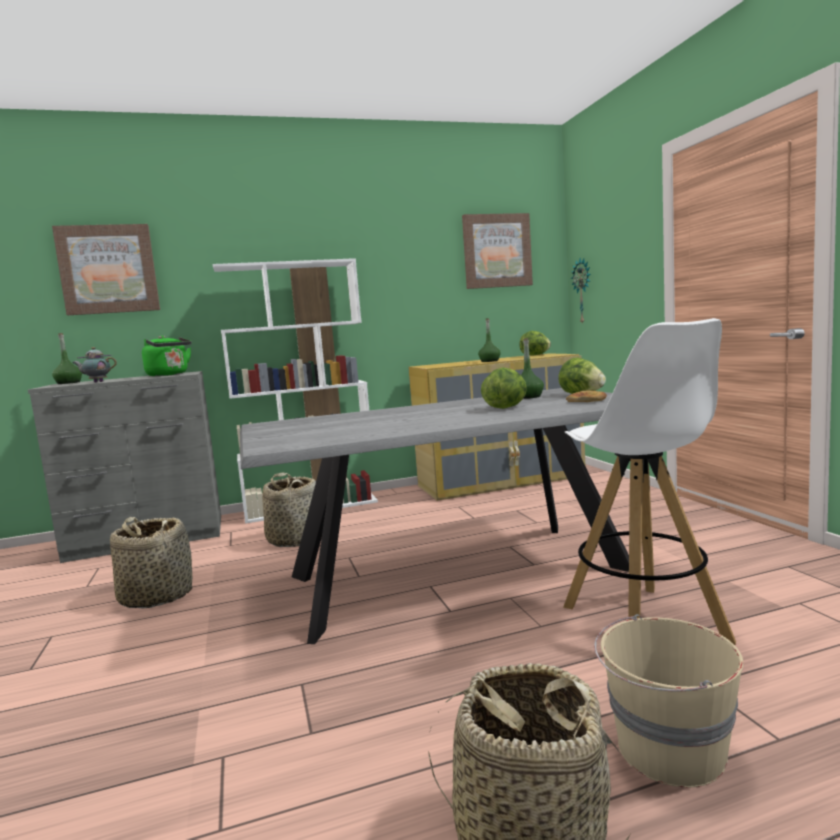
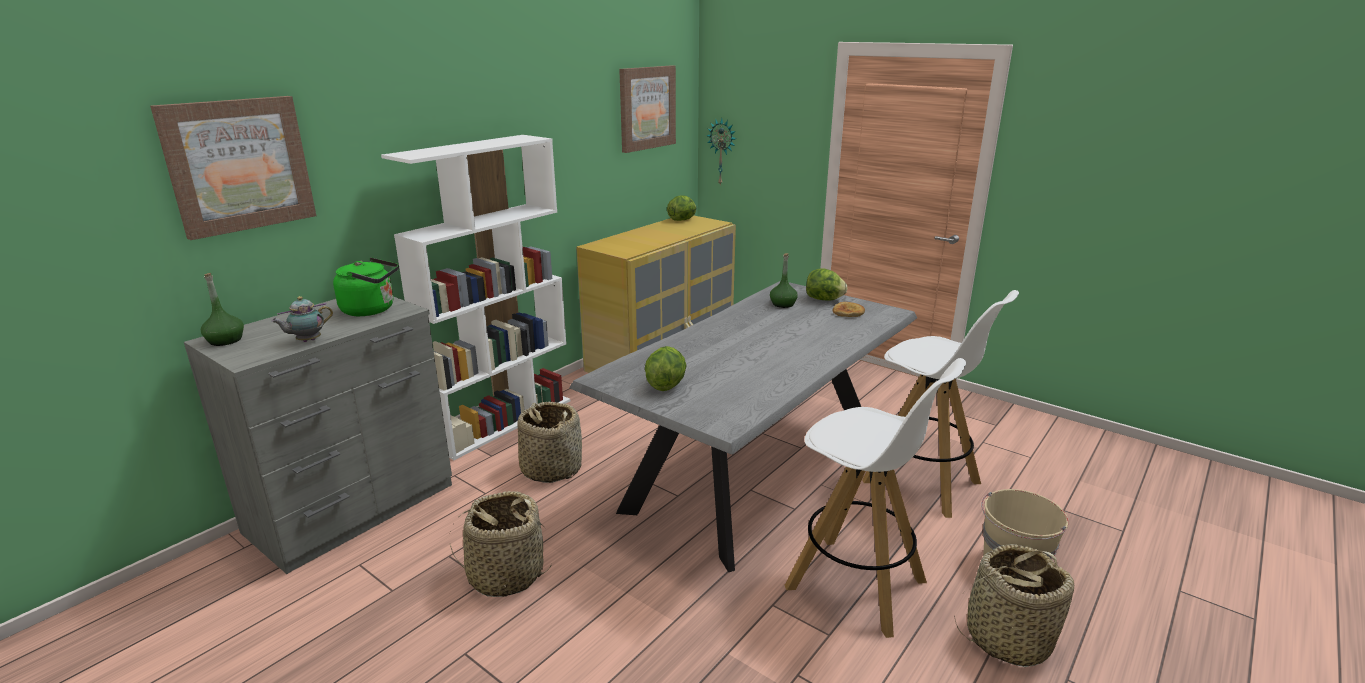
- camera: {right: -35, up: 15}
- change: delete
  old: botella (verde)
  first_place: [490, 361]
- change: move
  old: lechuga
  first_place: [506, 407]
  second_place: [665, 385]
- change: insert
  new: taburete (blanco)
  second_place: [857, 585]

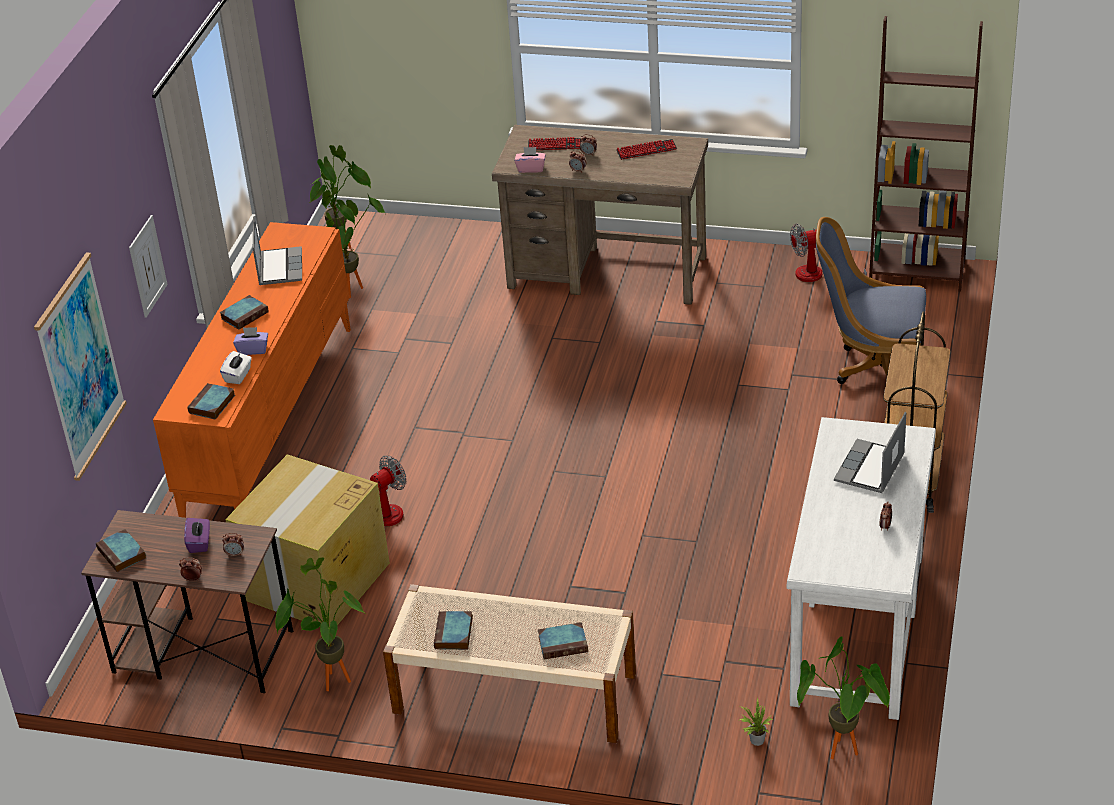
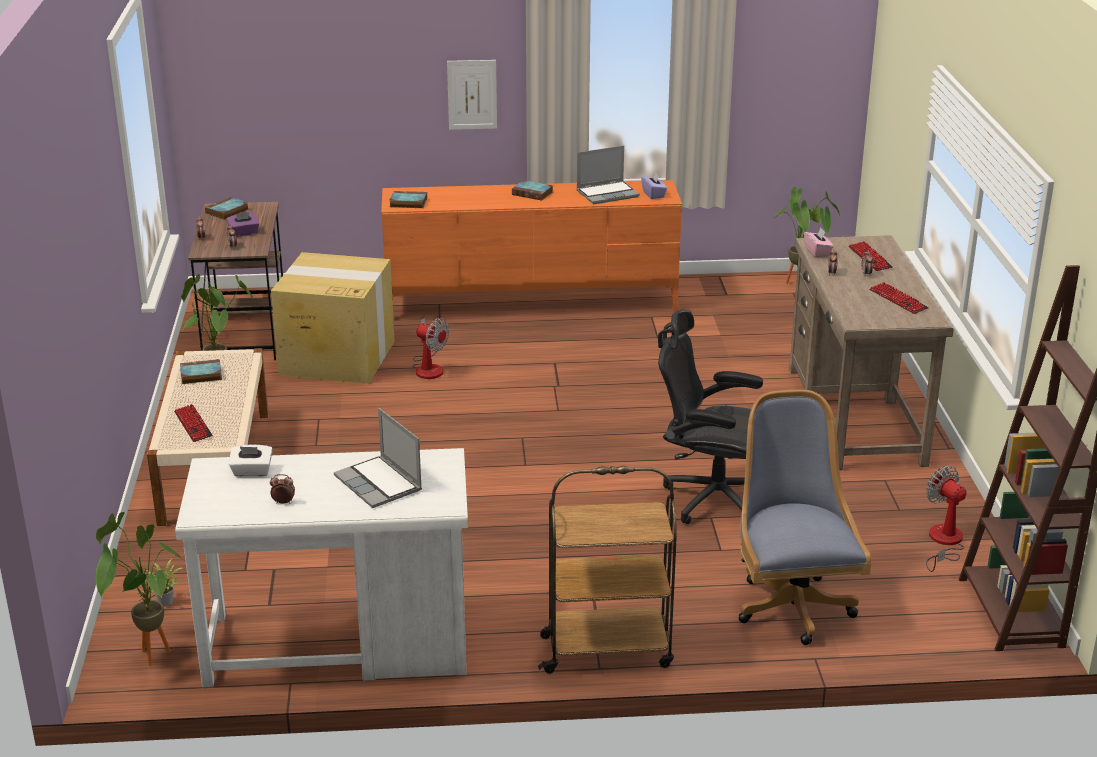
- camera: {right: 70, up: -10}
- change: delete
  old: planta en maceta
  first_place: [354, 288]
- change: delete
  old: cuadro
  first_place: [80, 366]
- change: move
  old: caja de pañuelos (morado)
  first_place: [253, 349]
  second_place: [653, 194]
- change: move
  old: caja de pañuelos (blanco)
  first_place: [238, 376]
  second_place: [252, 472]
- change: rotate
  old: portátil
  first_place: [870, 469]
  second_place: [380, 484]
  degrees: -135
- change: replace
  old: libro
  new: teclado
  first_place: [564, 643]
  second_place: [193, 424]
- change: insert
  new: silla de oficina
  second_place: [711, 498]

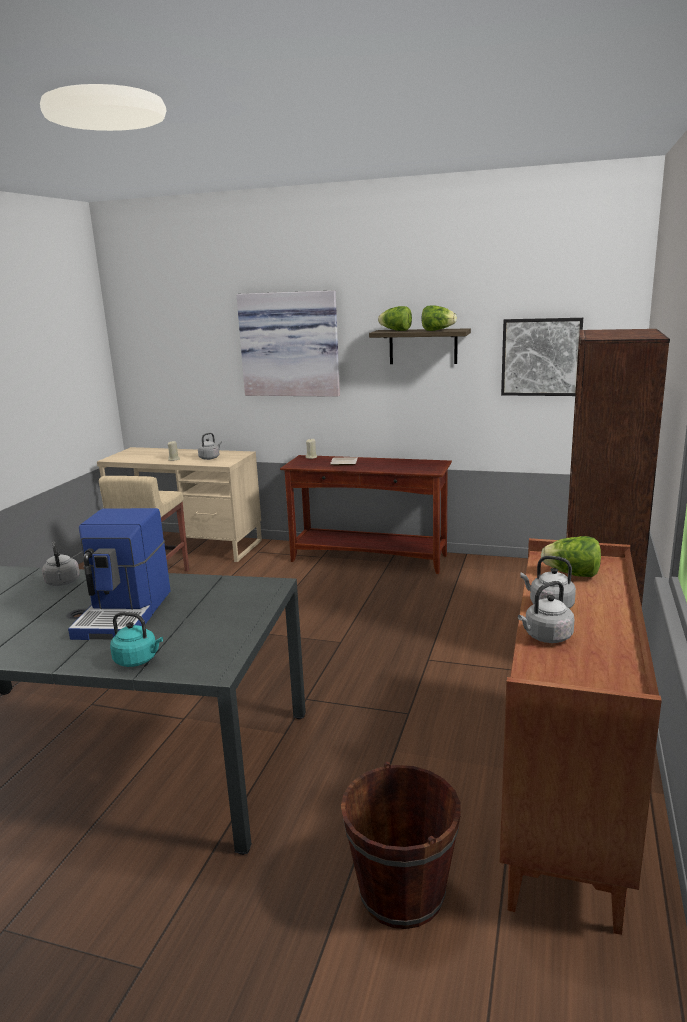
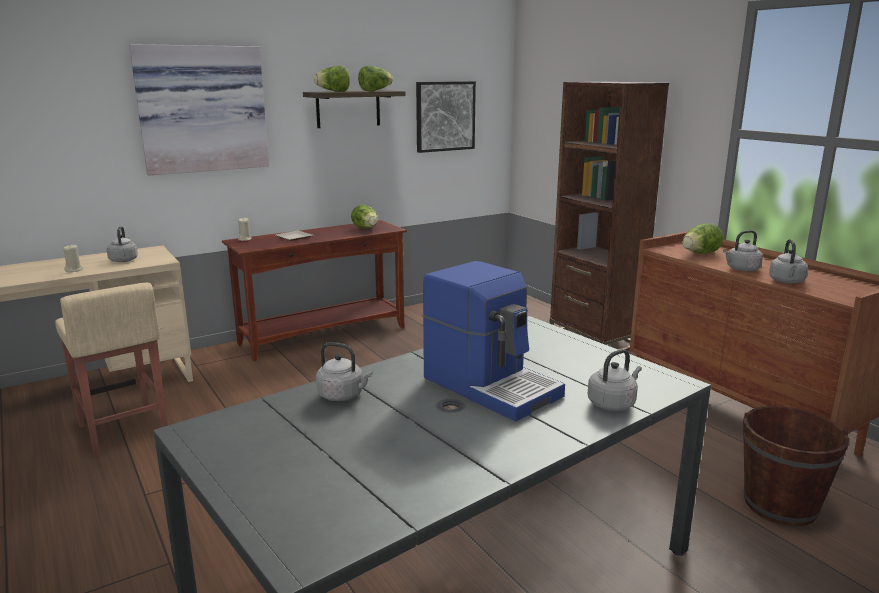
- camera: {right: -50, up: 0}
- change: recolor
  old: hervidor (turquesa)
  new: hervidor (gris)
  first_place: [138, 660]
  second_place: [613, 403]
- change: insert
  new: lechuga
  second_place: [366, 228]

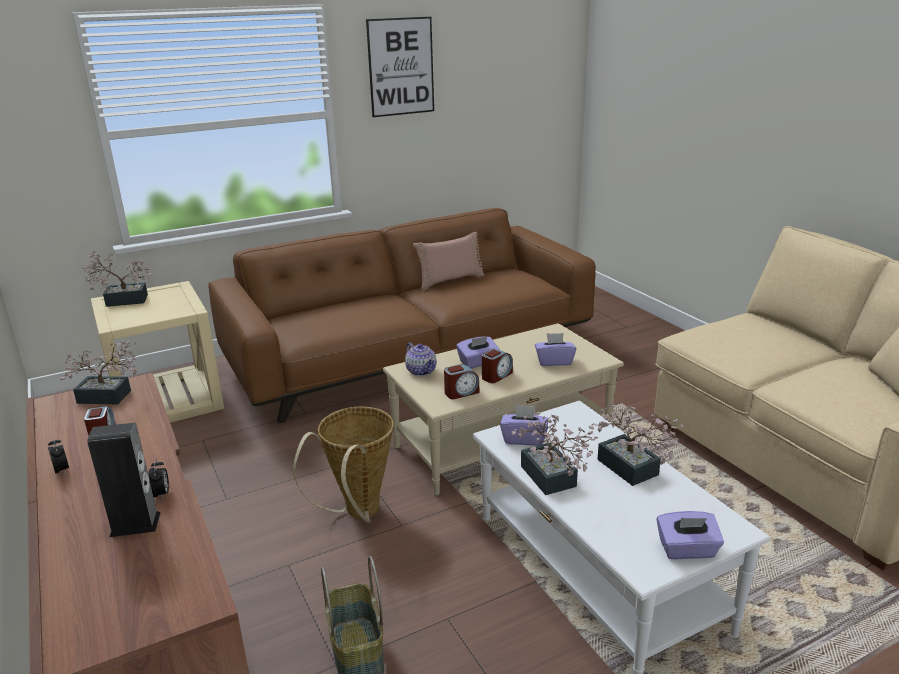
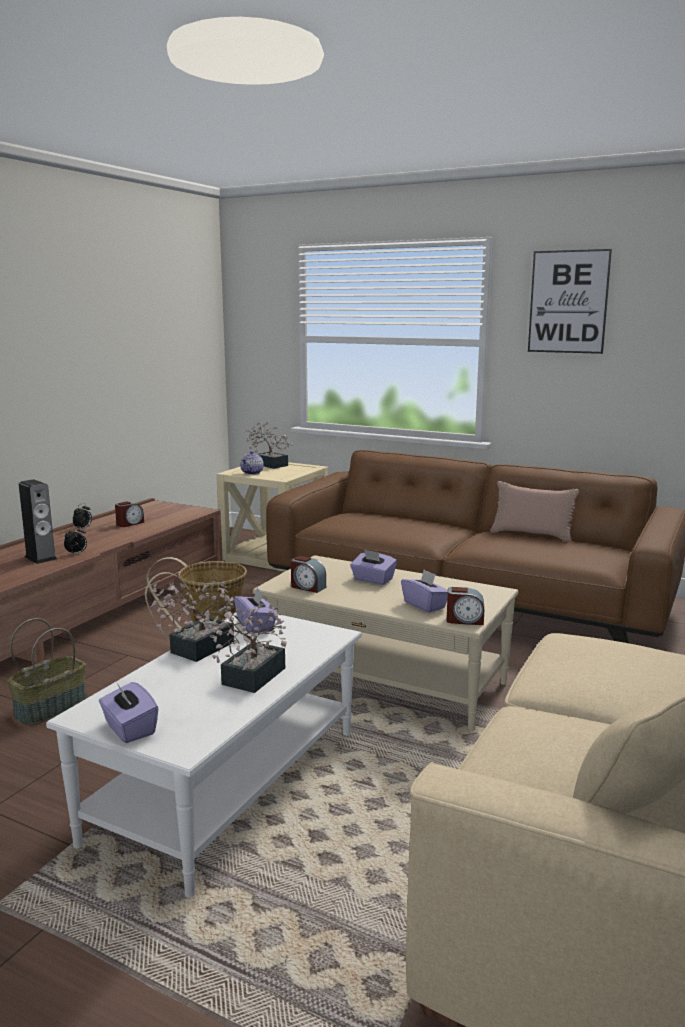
- camera: {right: 55, up: -10}
- change: delete
  old: planta en maceta
  first_place: [109, 397]
- change: move
  old: tetera
  first_place: [421, 371]
  second_place: [252, 473]
- change: move
  old: despertador
  first_place: [496, 376]
  second_place: [465, 620]

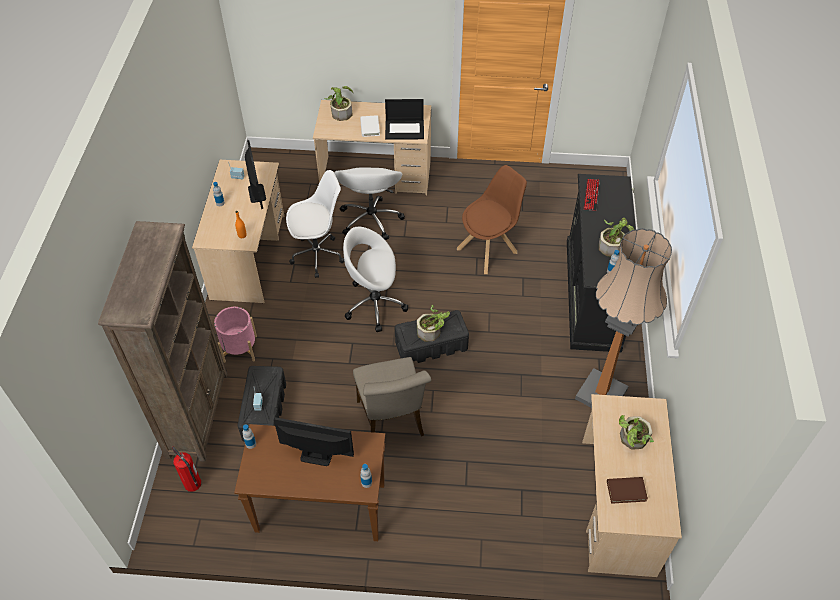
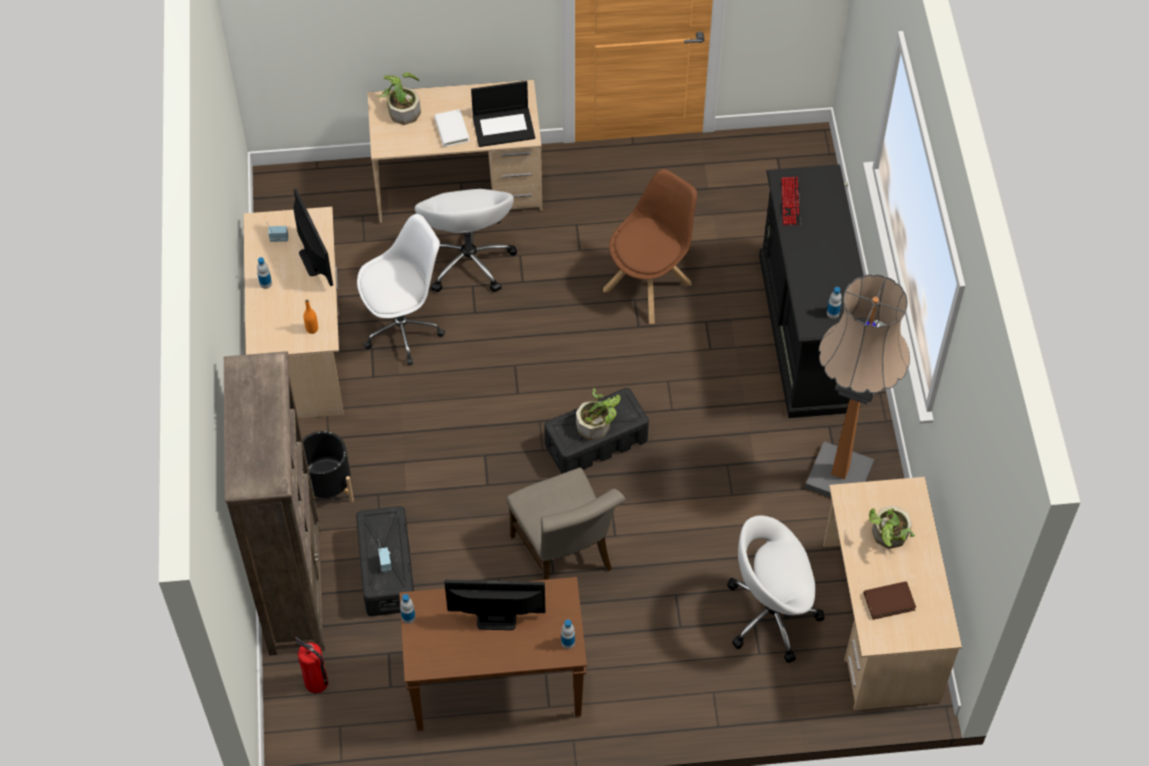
- camera: {right: -10, up: 5}
- change: delete
  old: planta en maceta
  first_place: [612, 245]
- change: move
  old: silla de oficina (blanco)
  first_place: [374, 304]
  second_place: [769, 615]
- change: recolor
  old: maceta (rosa)
  new: maceta (negro)
  first_place: [240, 348]
  second_place: [327, 487]

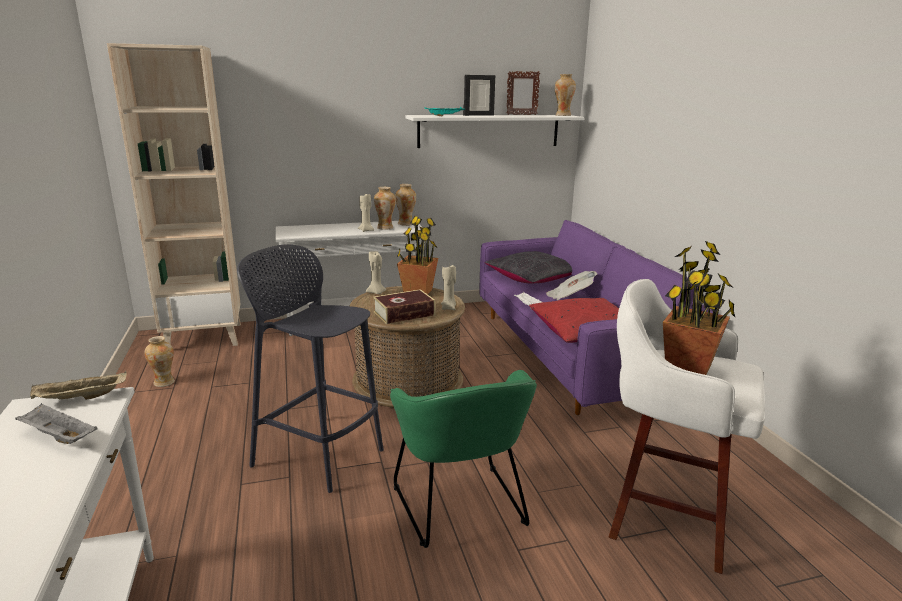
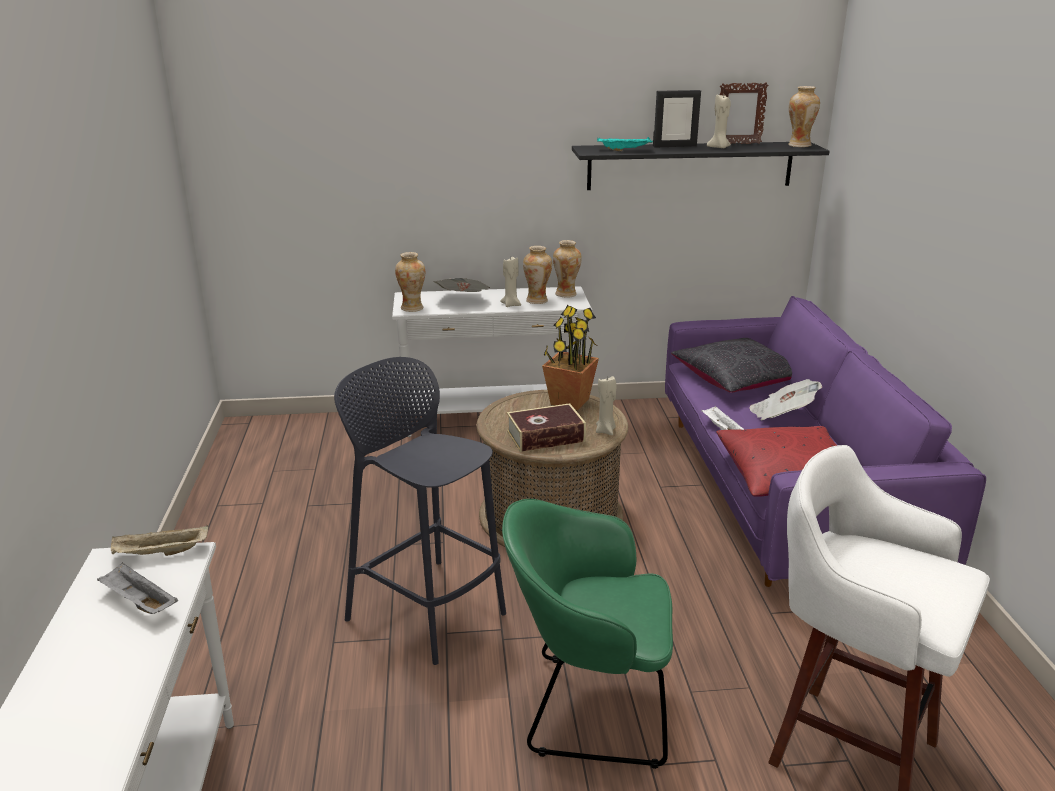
- camera: {right: 10, up: 5}
- change: delete
  old: estantería (beis)
  first_place: [205, 337]
- change: recolor
  old: estante (blanco)
  new: estante (negro)
  first_place: [489, 131]
  second_place: [690, 165]
- change: delete
  old: planta en maceta
  first_place: [689, 368]
- change: move
  old: vela (beis)
  first_place: [376, 293]
  second_place: [719, 147]
- change: move
  old: florero
  first_place: [164, 382]
  second_place: [412, 308]
- change: rotate
  old: sillón (verde)
  first_place: [461, 510]
  second_place: [589, 705]
  degrees: 105
- change: insert
  new: periódico
  second_place: [463, 300]

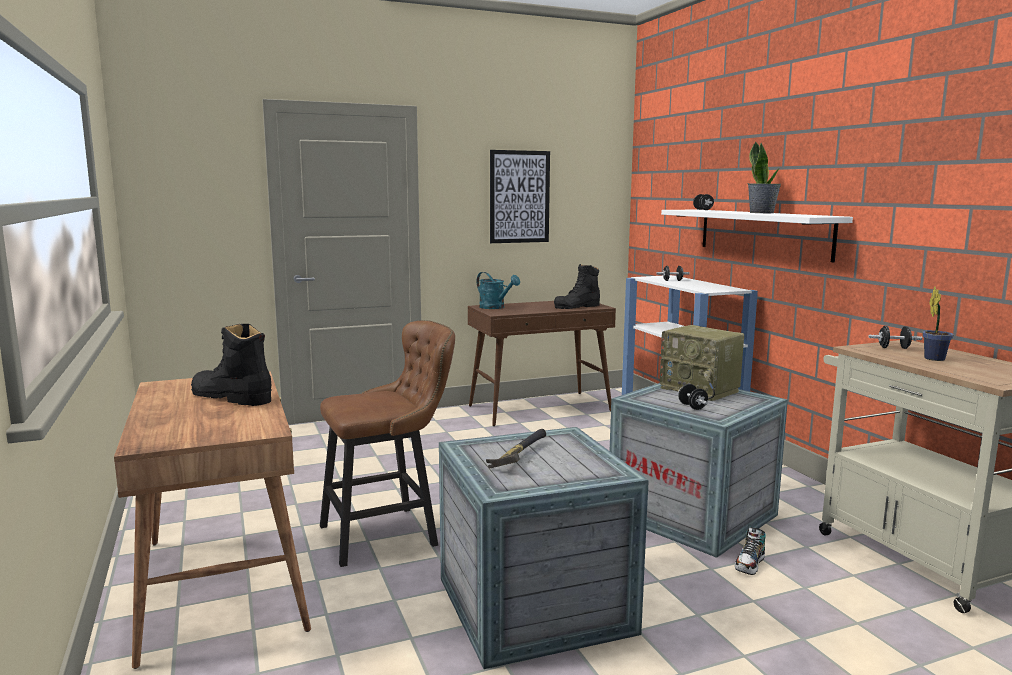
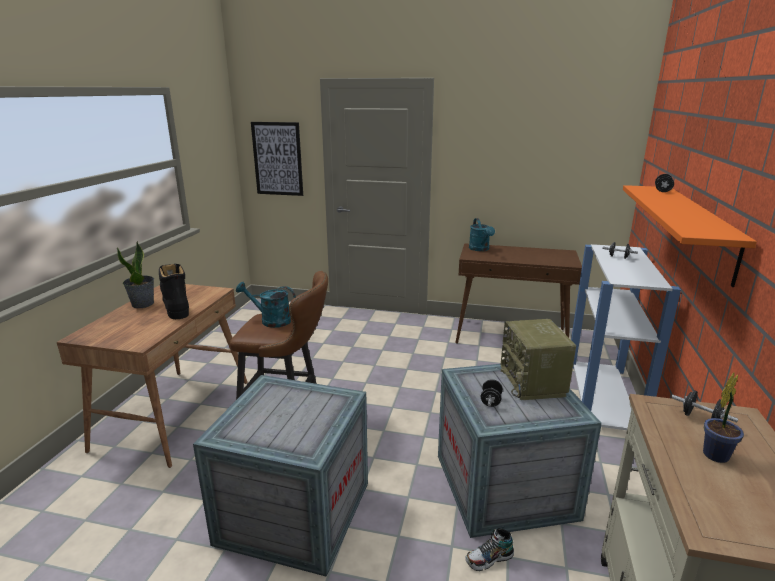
- camera: {right: 35, up: 10}
- change: move
  old: planta en maceta
  first_place: [762, 213]
  second_place: [143, 304]
- change: move
  old: cuadro
  first_place: [519, 197]
  second_place: [277, 159]
- change: recolor
  old: estante (blanco)
  new: estante (naranja)
  first_place: [763, 233]
  second_place: [699, 230]
- change: delete
  old: bota (negro)
  first_place: [577, 306]
- change: delete
  old: martillo
  first_place: [517, 458]
- change: insert
  new: regadera (turquesa)
  second_place: [270, 321]

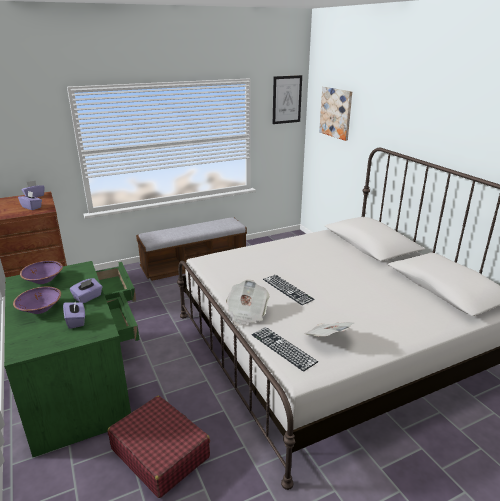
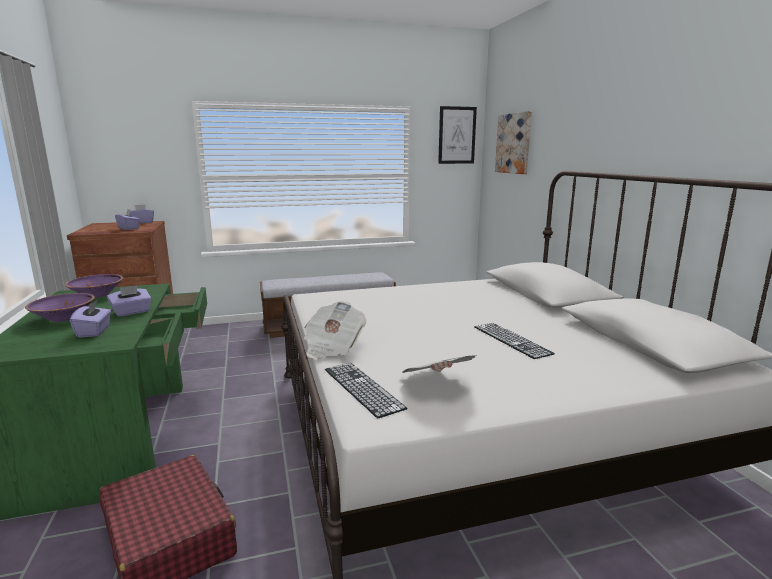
- camera: {right: 10, up: -10}
- change: move
  old: teclado
  first_place: [287, 289]
  second_place: [511, 340]

